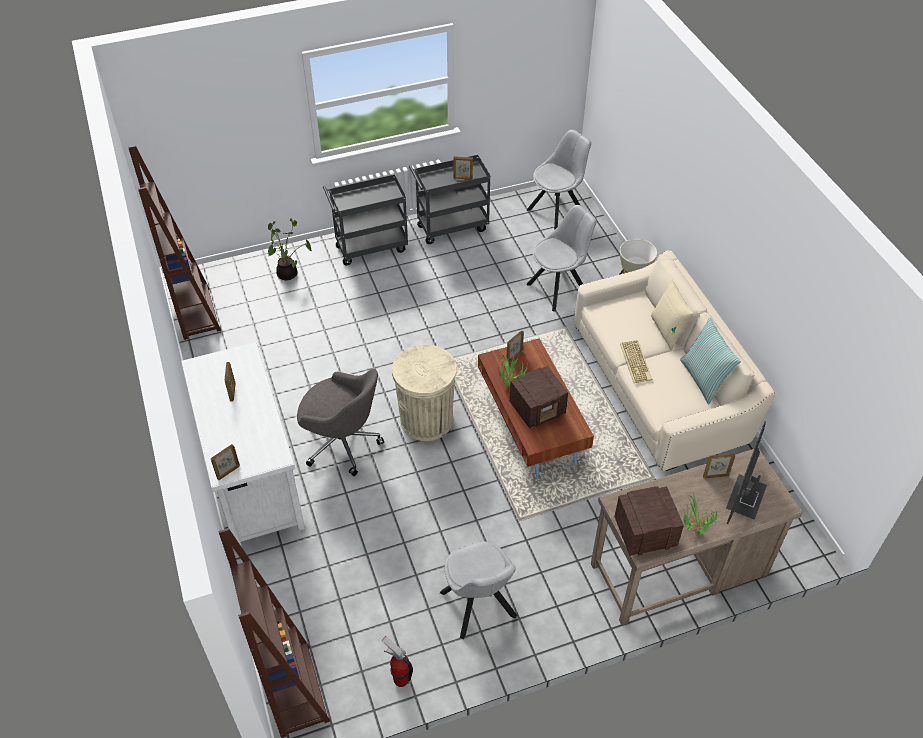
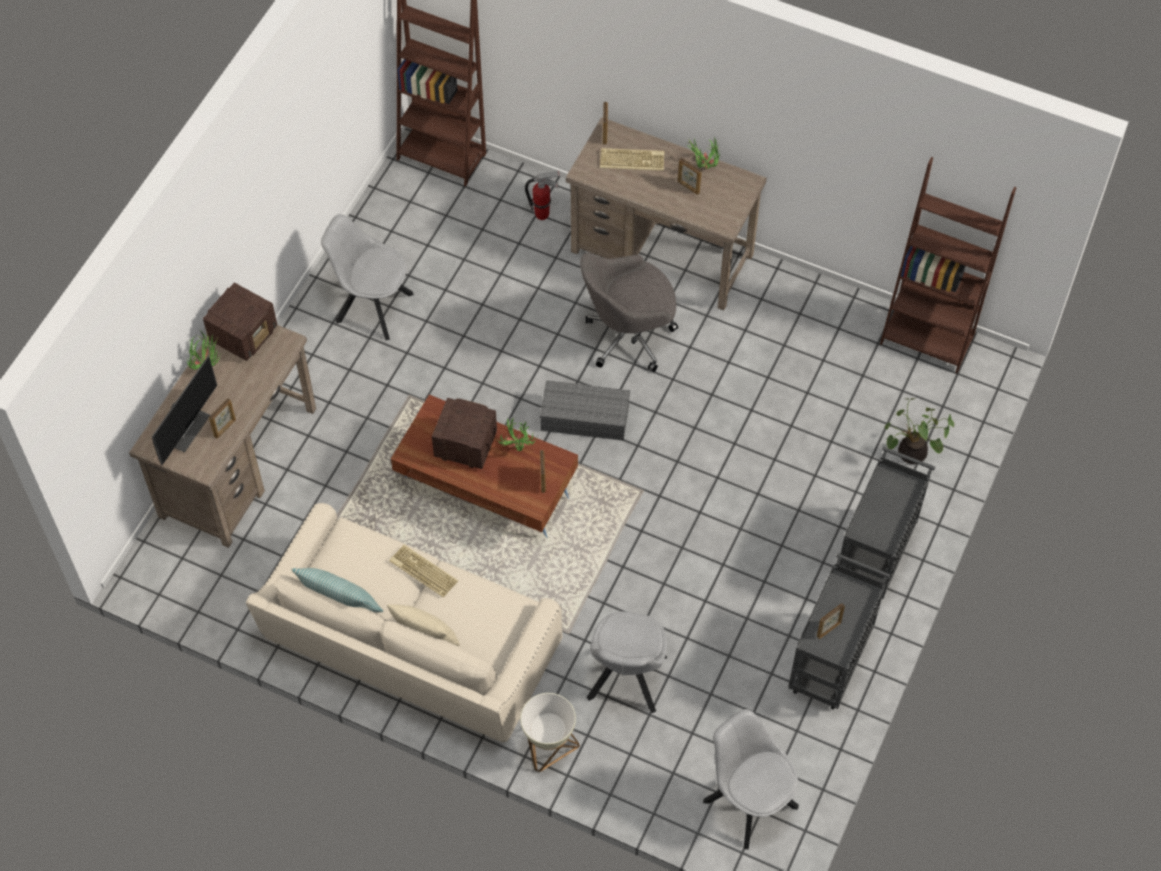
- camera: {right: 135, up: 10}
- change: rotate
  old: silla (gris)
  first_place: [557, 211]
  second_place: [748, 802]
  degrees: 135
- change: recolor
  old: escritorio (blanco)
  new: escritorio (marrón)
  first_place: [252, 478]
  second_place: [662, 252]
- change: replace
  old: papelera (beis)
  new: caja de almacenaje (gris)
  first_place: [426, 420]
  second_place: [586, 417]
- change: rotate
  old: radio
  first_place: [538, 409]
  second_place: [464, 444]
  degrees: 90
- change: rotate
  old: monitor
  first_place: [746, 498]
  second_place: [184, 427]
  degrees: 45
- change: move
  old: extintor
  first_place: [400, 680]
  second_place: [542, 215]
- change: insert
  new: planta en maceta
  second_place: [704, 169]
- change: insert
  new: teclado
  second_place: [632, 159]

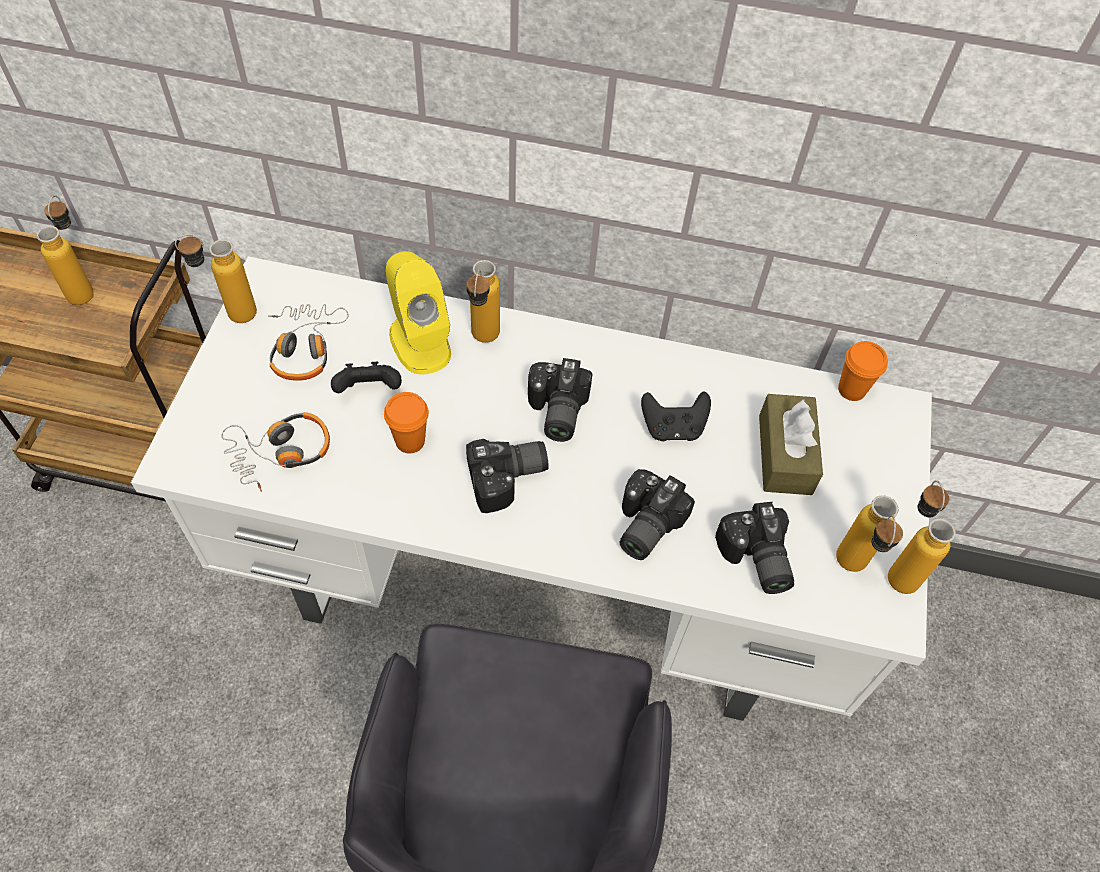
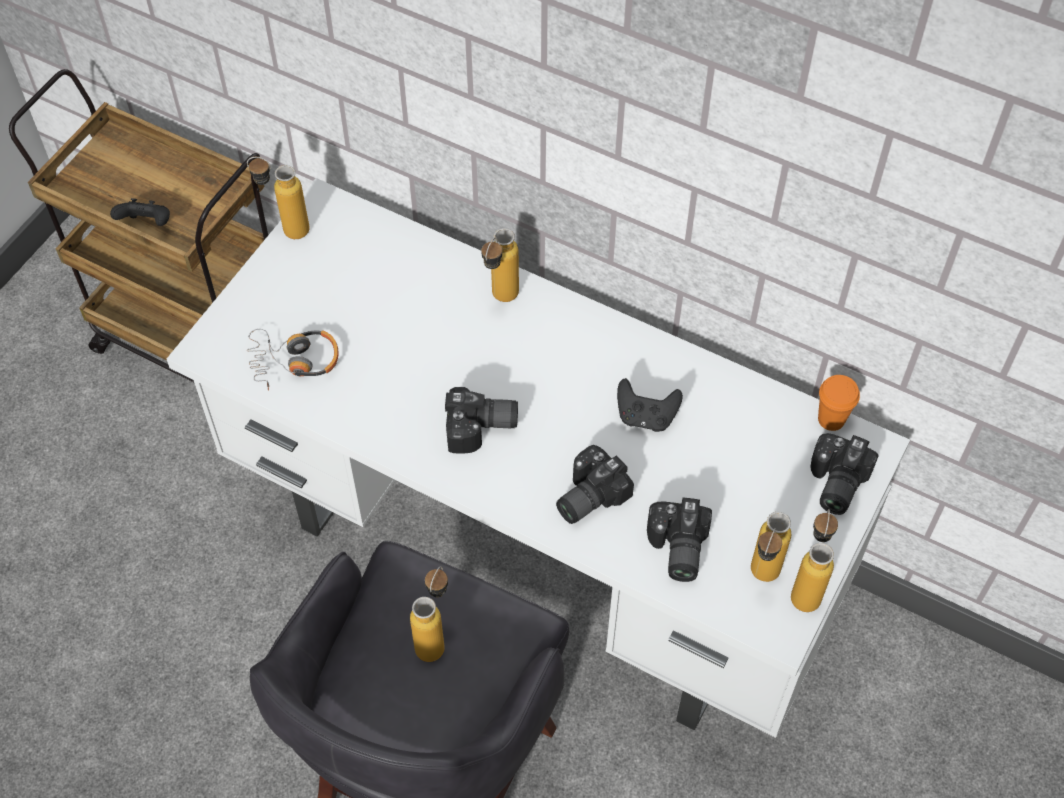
- camera: {right: 20, up: 0}
- change: move
  old: botella
  first_place: [85, 287]
  second_place: [435, 638]
- change: delete
  old: altavoz (amarillo)
  first_place: [419, 342]
- change: delete
  old: auriculares
  first_place: [305, 348]
- change: move
  old: cámara
  first_place: [555, 412]
  second_place: [833, 483]
- change: move
  old: mando de consola (negro)
  first_place: [369, 390]
  second_place: [147, 224]
- change: delete
  old: taza (naranja)
  first_place: [410, 441]
- change: delete
  old: caja de pañuelos (marrón)
  first_place: [785, 454]

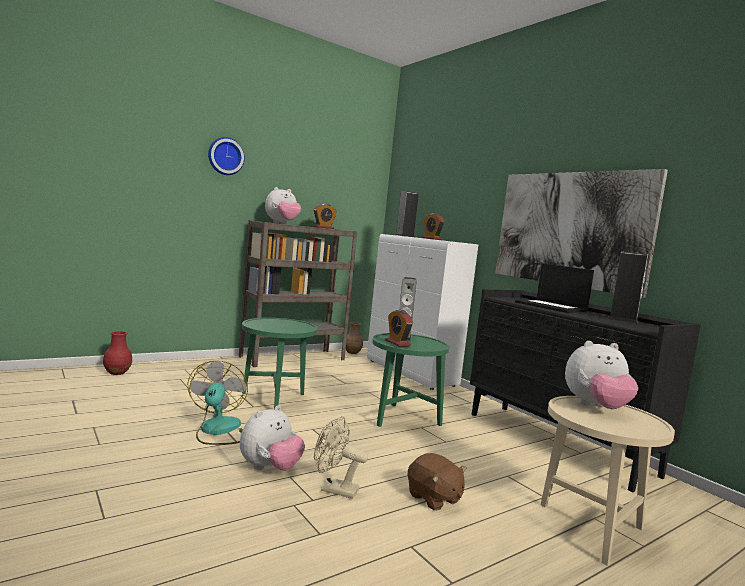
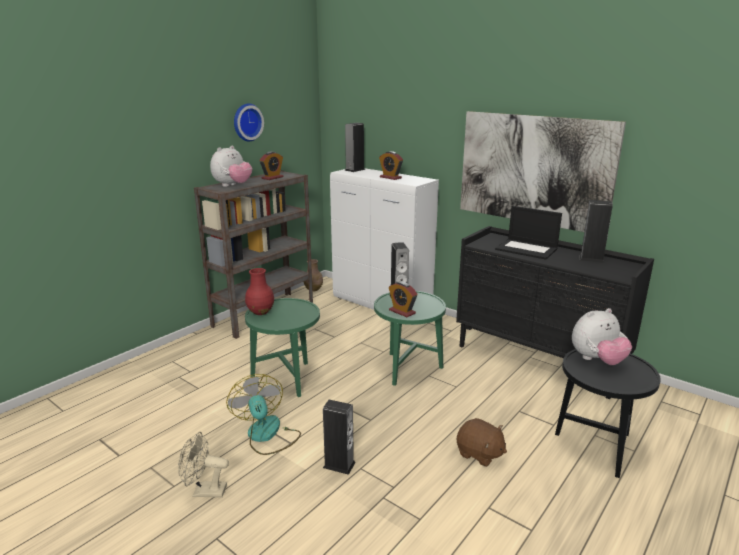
- camera: {right: -15, up: 15}
- change: move
  old: reloj de pared
  first_place: [225, 156]
  second_place: [246, 122]
- change: move
  old: florero (rojo)
  first_place: [117, 372]
  second_place: [260, 311]
- change: recolor
  old: mesa auxiliar (beis)
  new: mesa auxiliar (negro)
  first_place: [589, 528]
  second_place: [595, 446]
- change: replace
  old: peluche
  new: altavoz
  first_place: [269, 468]
  second_place: [339, 465]
- change: move
  old: ventilador (beis)
  first_place: [334, 489]
  second_place: [204, 491]

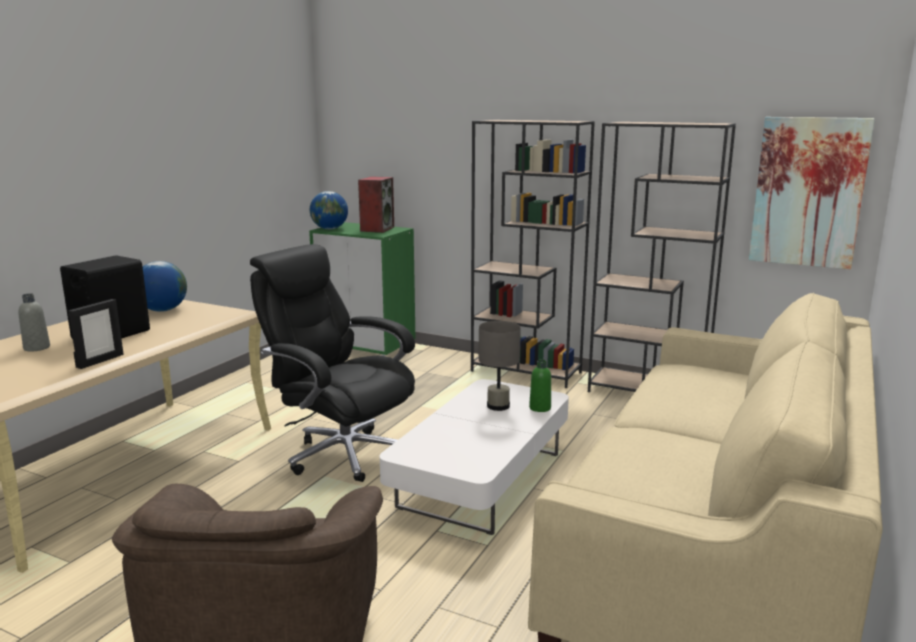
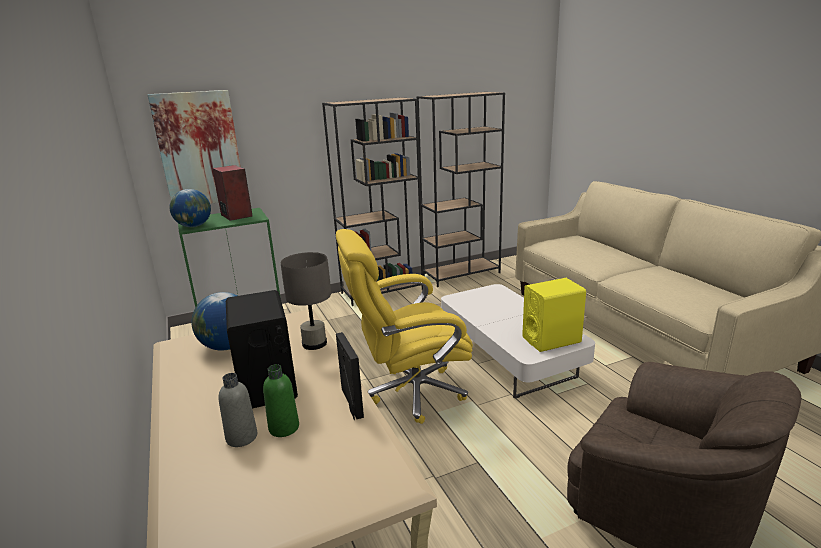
- camera: {right: -50, up: 5}
- change: move
  old: cuadro
  first_place: [808, 192]
  second_place: [199, 149]
- change: recolor
  old: silla de oficina (negro)
  new: silla de oficina (amarillo)
  first_place: [340, 454]
  second_place: [411, 394]
- change: move
  old: lámpara de mesa (gris)
  first_place: [498, 406]
  second_place: [314, 343]
- change: move
  old: botella (verde)
  first_place: [540, 408]
  second_place: [284, 428]
- change: insert
  new: altavoz (amarillo)
  second_place: [551, 340]

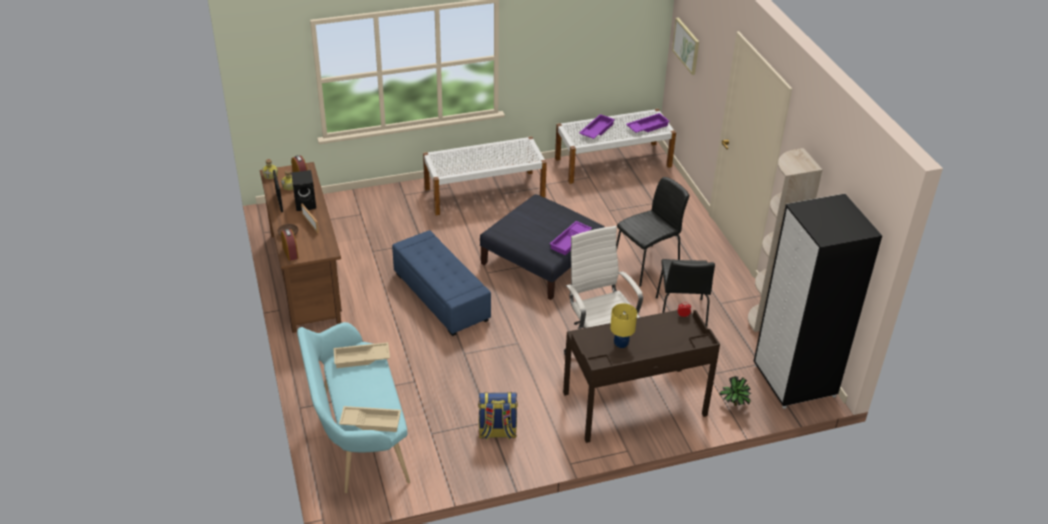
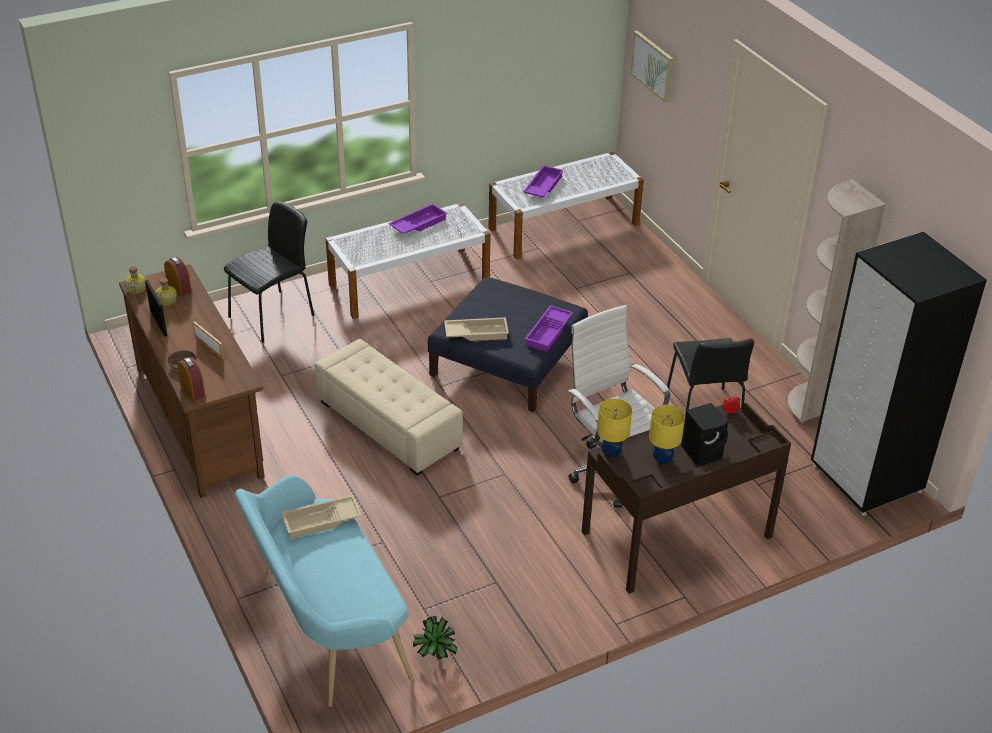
- camera: {right: -10, up: 0}
- change: move
  old: bandeja (morado)
  first_place: [647, 126]
  second_place: [418, 223]
- change: move
  old: altavoz (negro)
  first_place: [306, 203]
  second_place: [703, 452]
- change: move
  old: silla (negro)
  first_place: [648, 264]
  second_place: [274, 315]
- change: recolor
  old: puf (azul)
  new: puf (beis)
  first_place: [441, 297]
  second_place: [388, 425]
- change: move
  old: planta en maceta
  first_place: [733, 406]
  second_place: [435, 658]
- change: delete
  old: mochila
  first_place: [497, 432]
- change: move
  old: bandeja (beis)
  first_place: [371, 421]
  second_place: [476, 332]
- change: insert
  new: lámpara de mesa (amarillo)
  second_place: [610, 452]

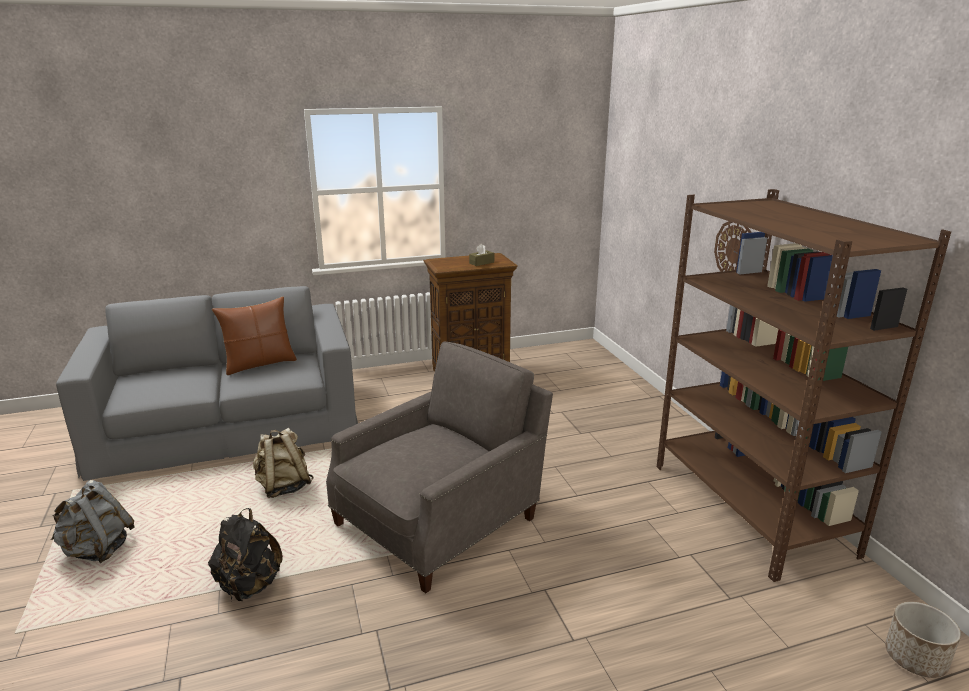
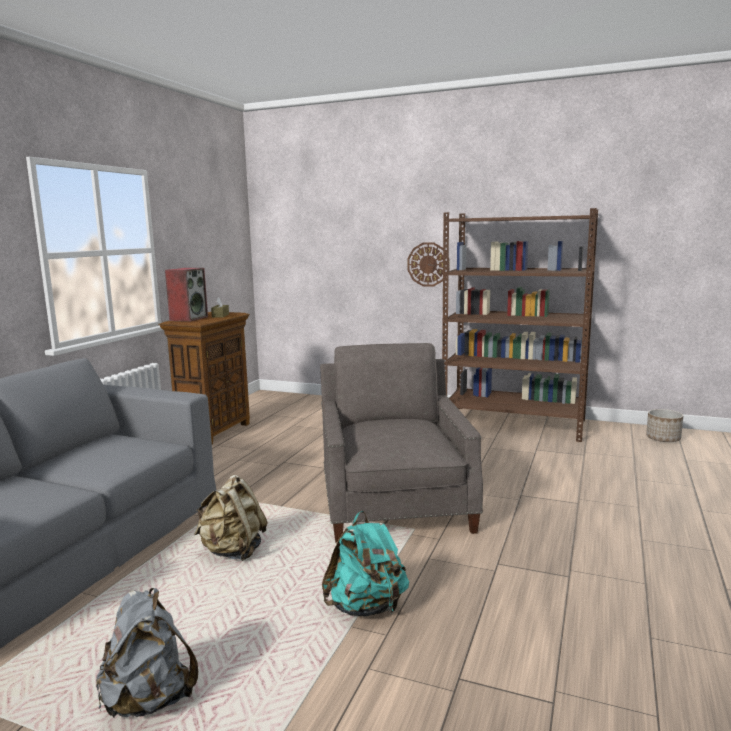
- camera: {right: -50, up: -10}
- change: delete
  old: cojín (marrón)
  first_place: [260, 364]
- change: recolor
  old: mochila (negro)
  new: mochila (turquesa)
  first_place: [249, 586]
  second_place: [366, 607]
- change: insert
  new: altavoz
  second_place: [189, 318]

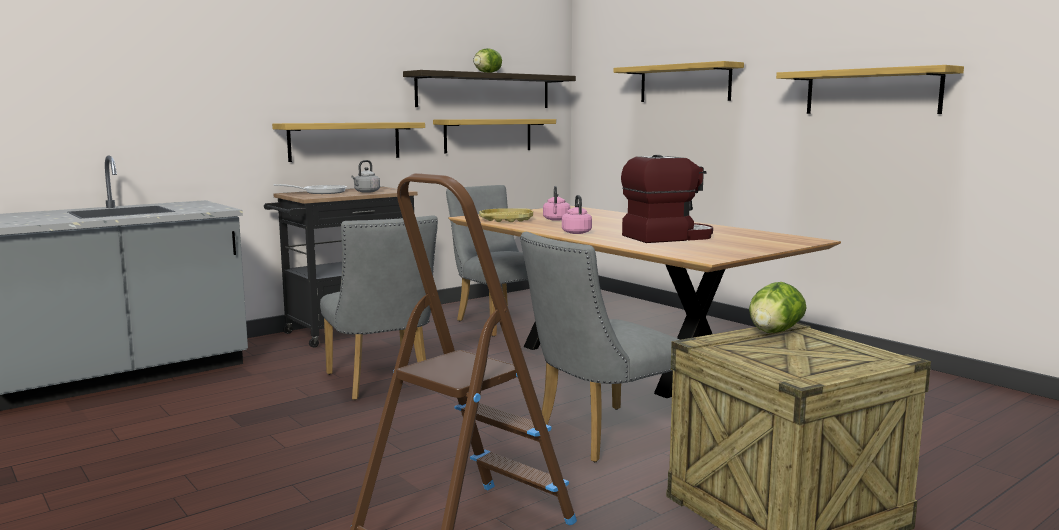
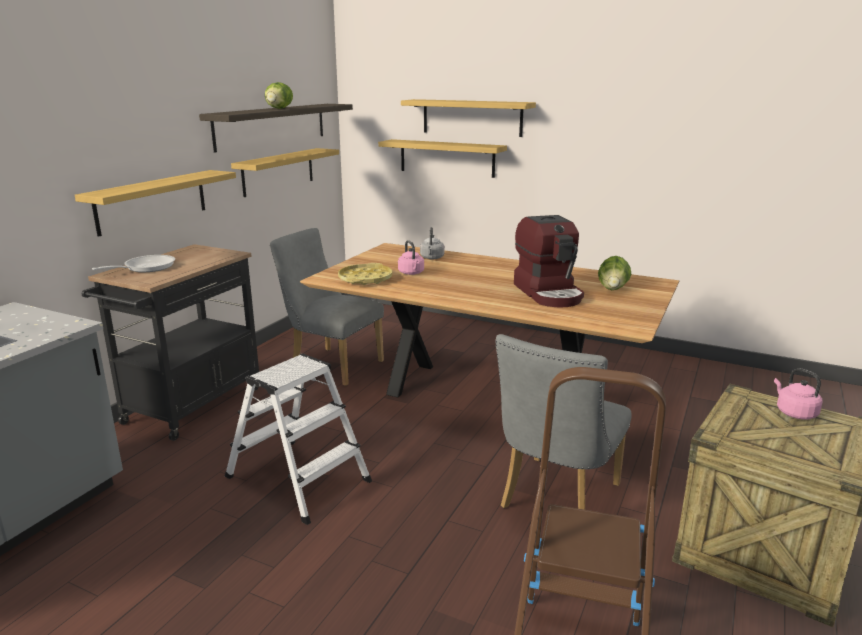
- camera: {right: -25, up: 10}
- change: move
  old: estante
  first_place: [871, 92]
  second_place: [447, 158]
- change: rotate
  old: cafetera
  first_place: [667, 237]
  second_place: [549, 293]
  degrees: 120
- change: move
  old: hervidor (gris)
  first_place: [366, 192]
  second_place: [432, 258]
- change: move
  old: hervidor (rosa)
  first_place: [576, 232]
  second_place: [794, 413]
- change: replace
  old: silla (gris)
  new: escalera de tijera (blanco)
  first_place: [381, 383]
  second_place: [298, 478]
- change: move
  old: lechuga
  first_place: [774, 332]
  second_place: [613, 289]

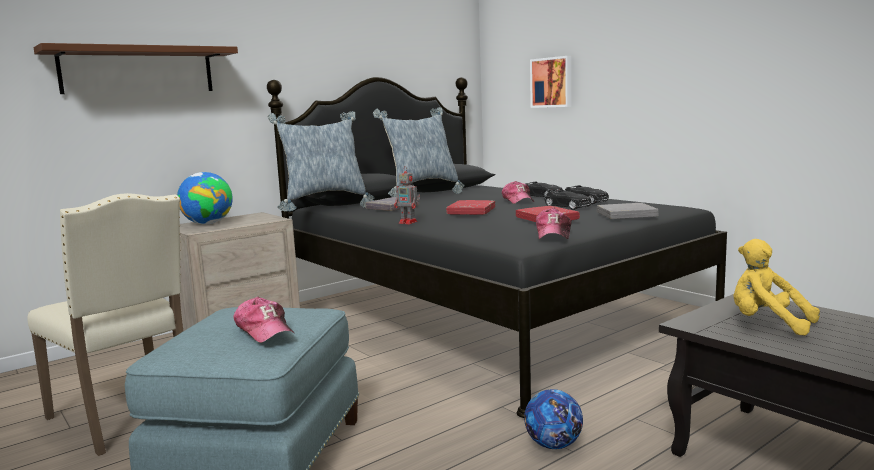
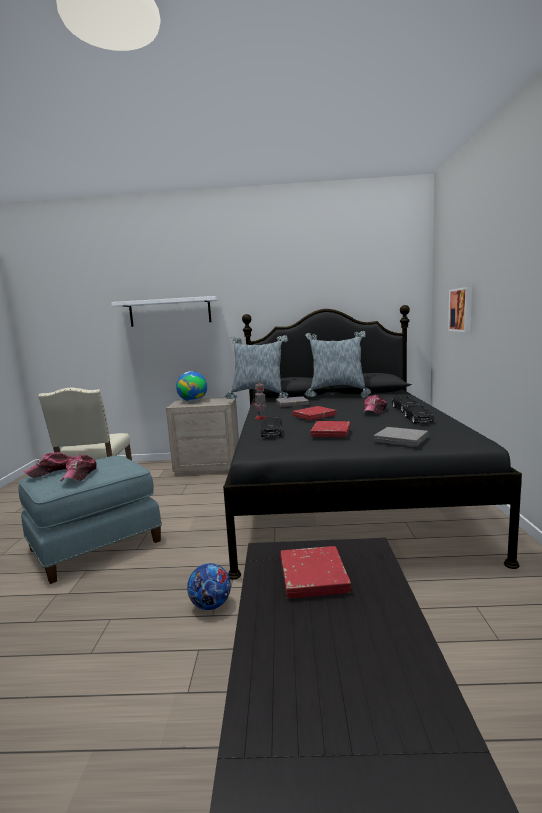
- camera: {right: 40, up: 0}
- change: recolor
  old: estante (marrón)
  new: estante (blanco)
  first_place: [138, 70]
  second_place: [170, 312]
- change: move
  old: coche de juguete (negro)
  first_place: [568, 206]
  second_place: [271, 433]
- change: move
  old: gorra
  first_place: [553, 234]
  second_place: [52, 471]
- change: replace
  old: peluche (amarillo)
  new: libro (rojo)
  first_place: [767, 324]
  second_place: [313, 576]

